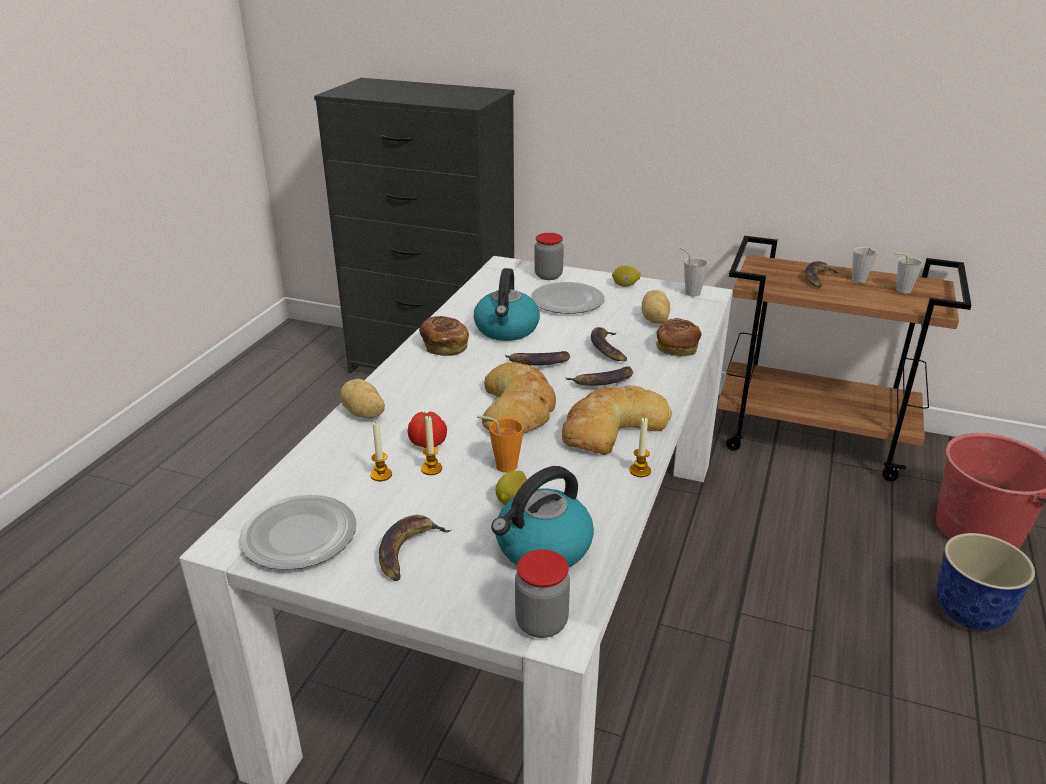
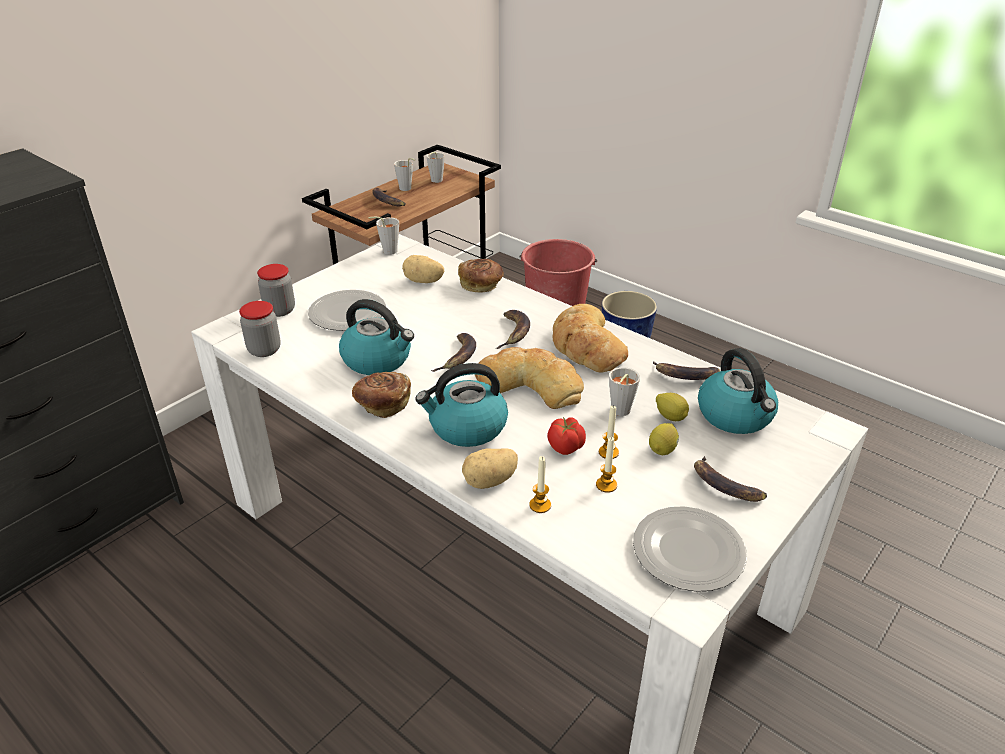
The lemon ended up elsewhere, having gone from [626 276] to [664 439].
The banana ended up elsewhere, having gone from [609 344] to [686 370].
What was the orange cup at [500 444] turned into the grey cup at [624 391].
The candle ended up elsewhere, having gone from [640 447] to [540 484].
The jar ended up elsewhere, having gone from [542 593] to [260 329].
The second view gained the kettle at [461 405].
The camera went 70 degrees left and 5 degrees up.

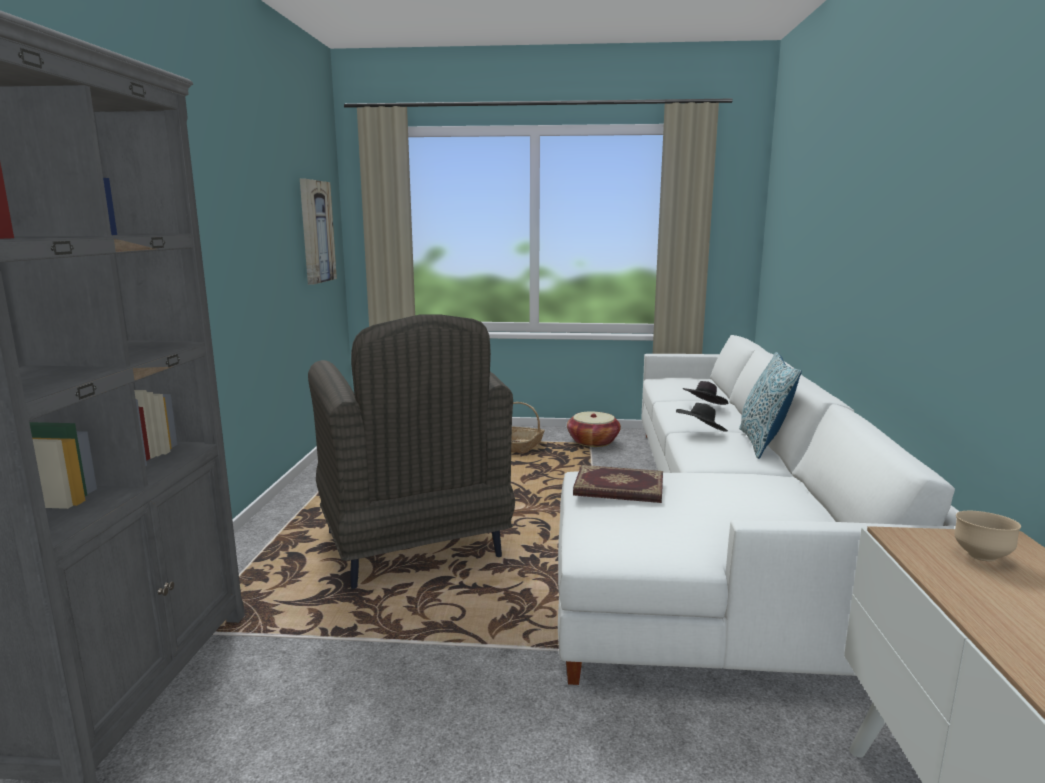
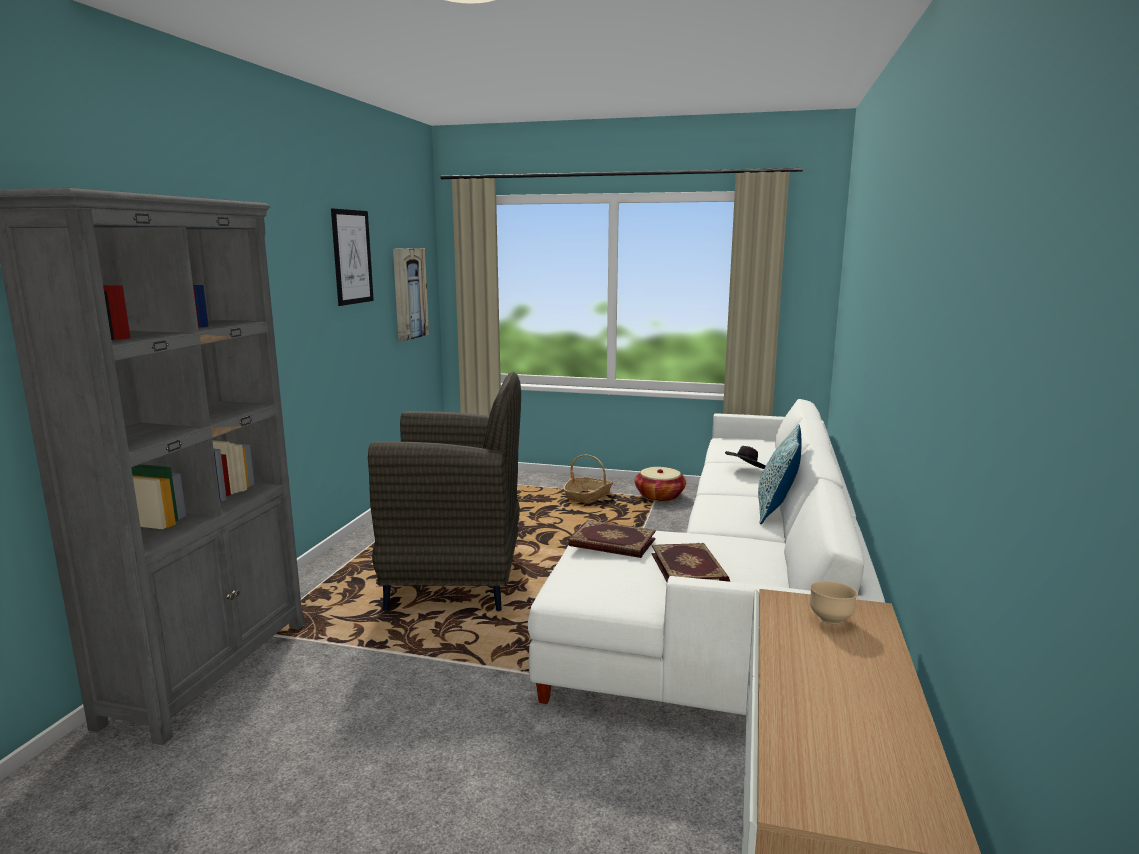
The grey armchair at [411 451] ended up facing another way, 75 degrees counterclockwise from before.
The second view lost the black hat at [702 417].
The second view gained the picture at [352 257].
The second view gained the book at [691 562].
The camera went 10 degrees right and 0 degrees up.

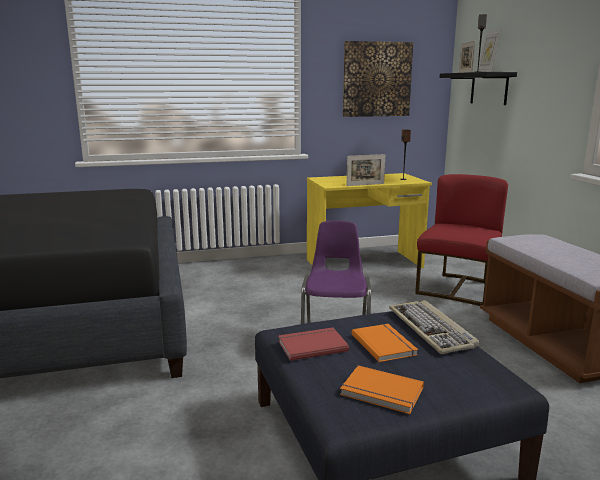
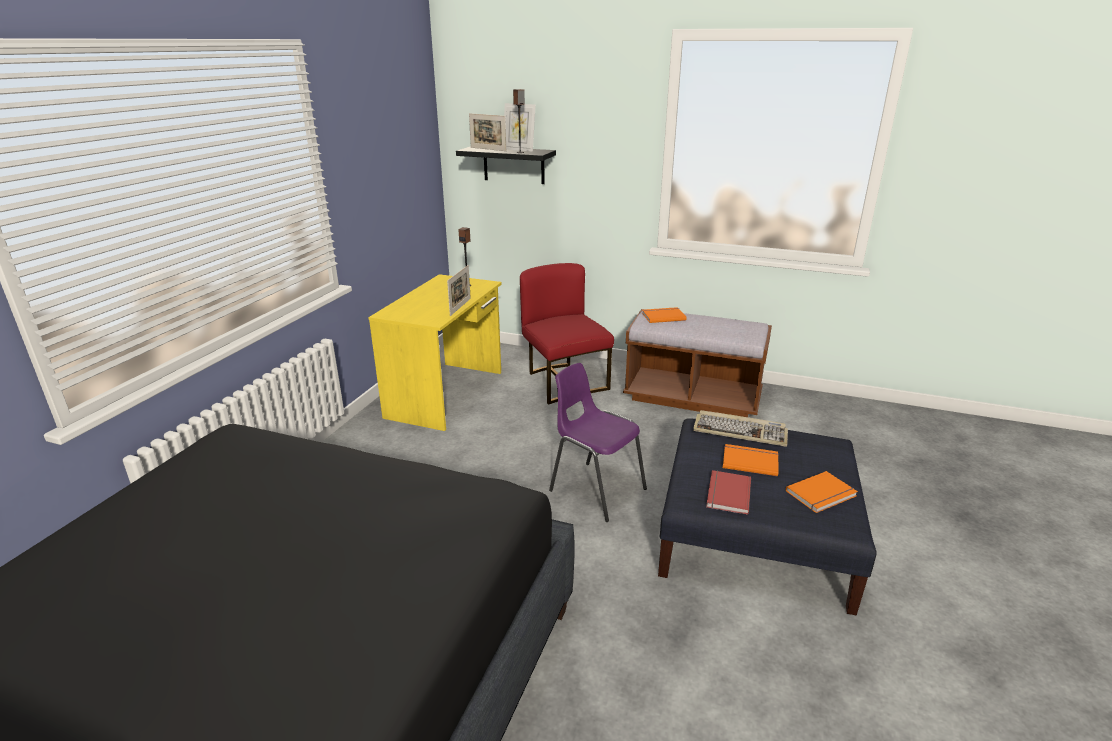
The second view lost the picture at [378 79].
The second view gained the orange book at [664 315].
The camera went 55 degrees left and 10 degrees up.

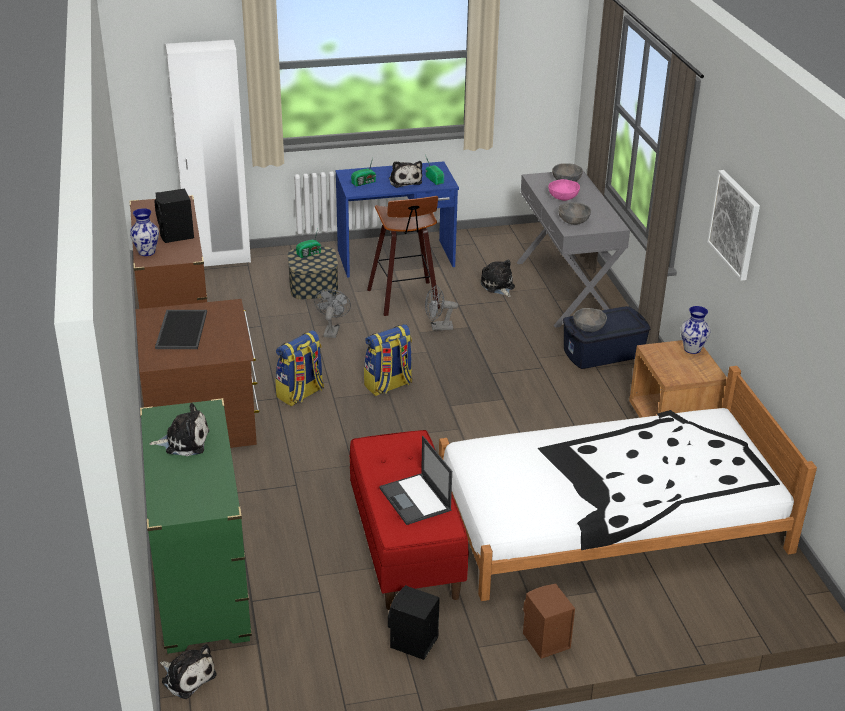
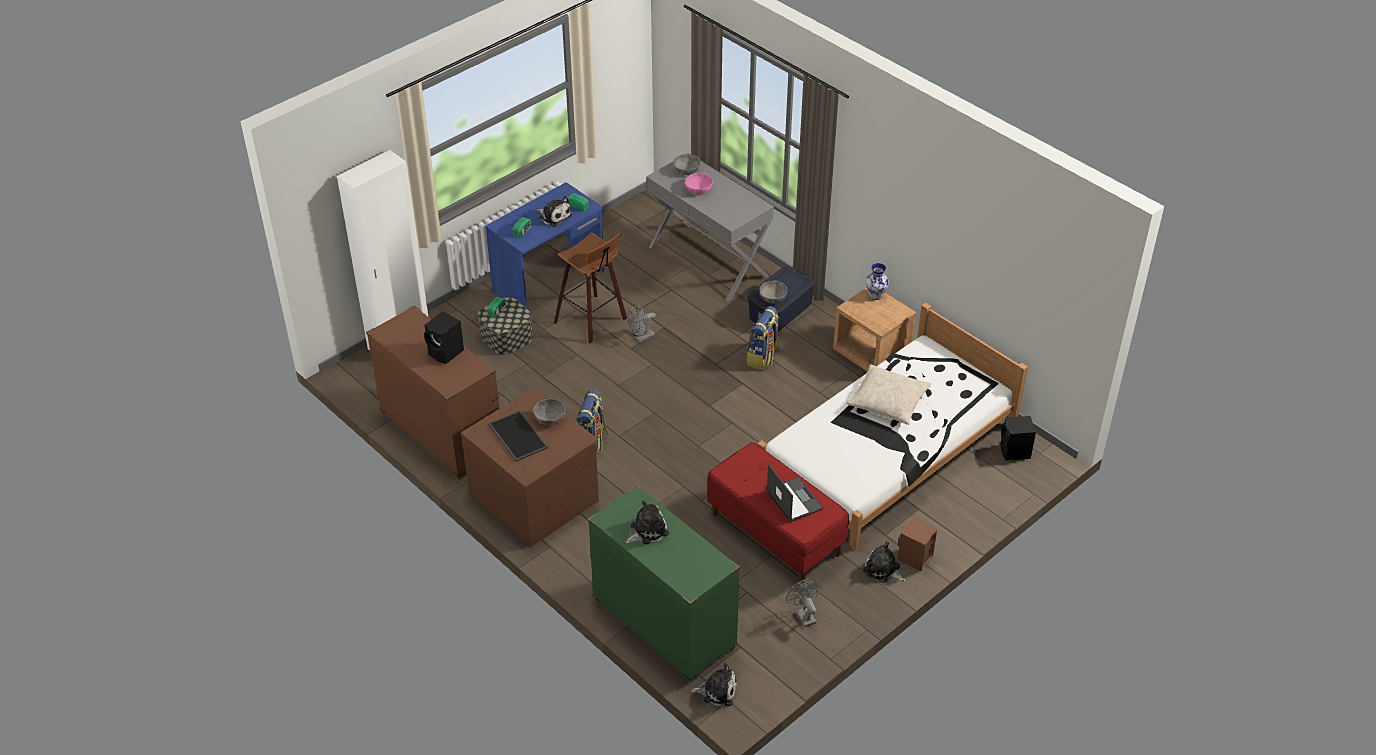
The second view lost the picture at [733 225].
The grey bowl ended up elsewhere, having gone from [574 213] to [549 412].
The second view lost the vase at [144 232].
The plush toy ended up elsewhere, having gone from [498 278] to [884 562].
The grey fan ended up elsewhere, having gone from [332 313] to [803 603].
The backpack ended up elsewhere, having gone from [388 360] to [763 338].
The laptop at [415 480] ended up facing another way, 150 degrees counterclockwise from before.
The black speaker ended up elsewhere, having gone from [414 622] to [1018 438].
The second view gained the beige pillow at [889 394].
The camera went 30 degrees left and 10 degrees up.

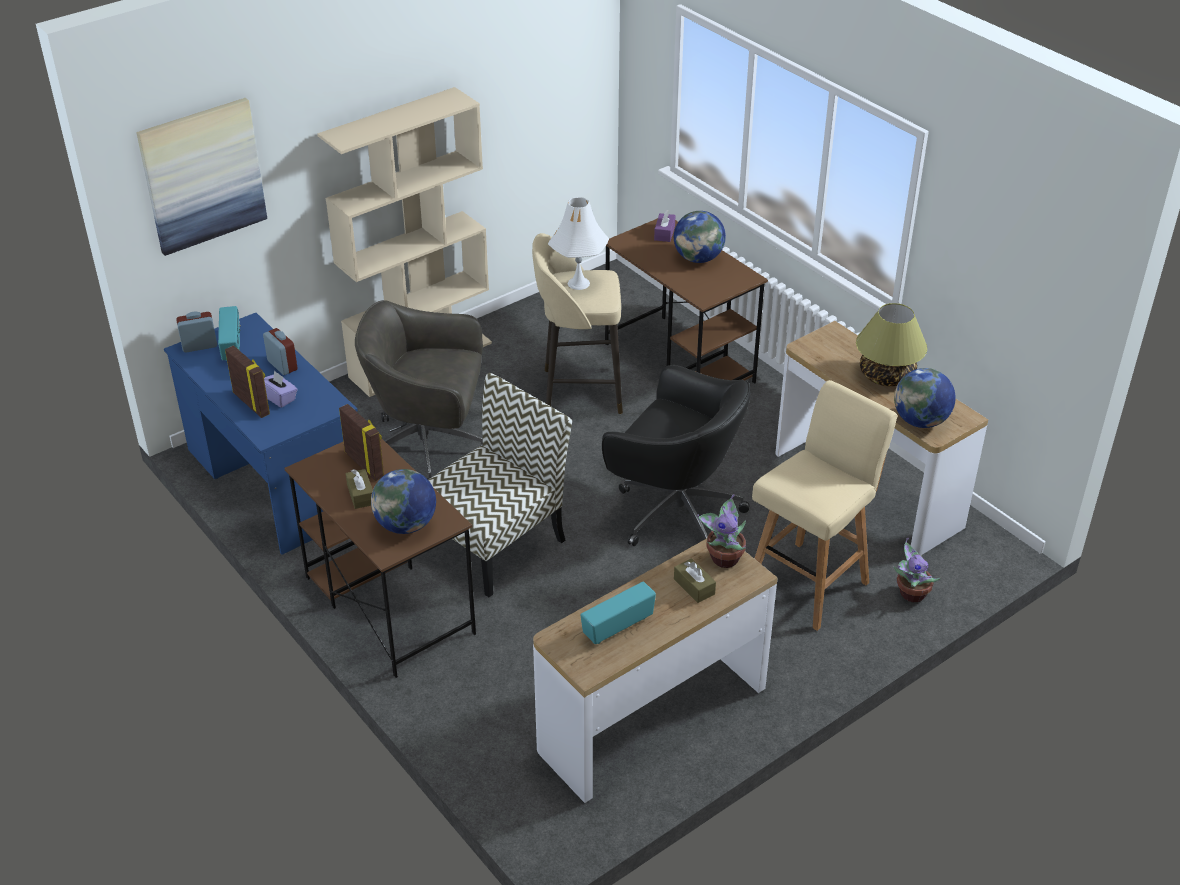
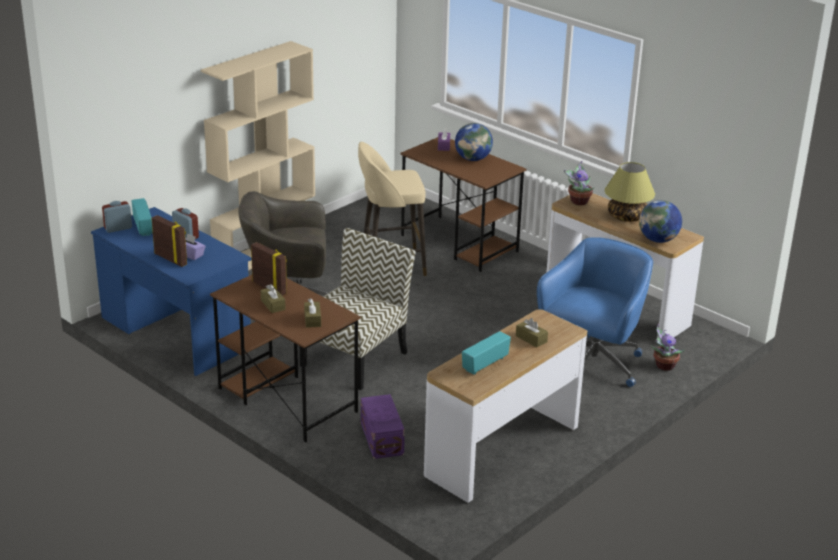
The second view lost the picture at [201 177].
The second view lost the white table lamp at [578 243].
The second view lost the black office chair at [676 455].
Where the beige stool stood at [825 505], the blue office chair came to stand at [595 312].
Where the globe stood at [403 501], the brown tissue box came to stand at [312 313].
The potted plant ended up elsewhere, having gone from [721 531] to [579 183].
The second view gained the purple storage box at [383 426].
The camera went 10 degrees left and 10 degrees down.

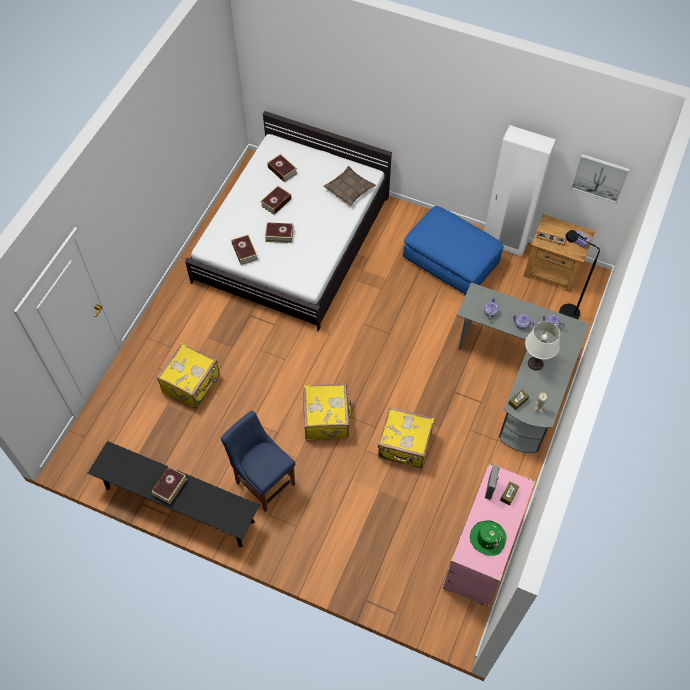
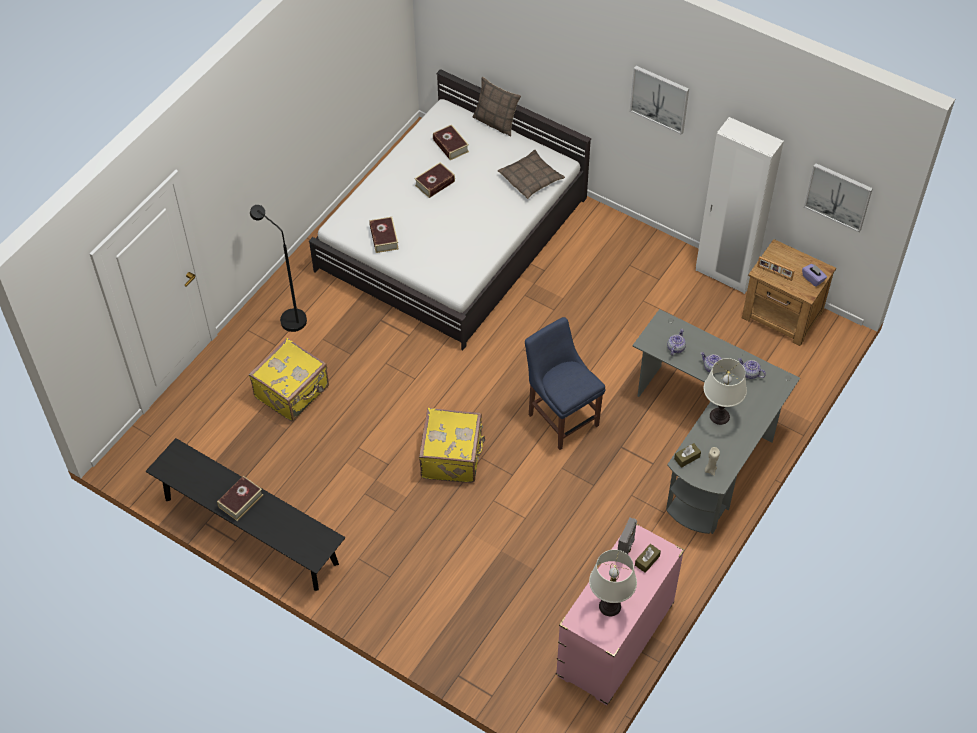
The second view lost the blue ottoman at [453 250].
The second view lost the book at [279 232].
The black floor lamp ended up elsewhere, having gone from [579 274] to [278 268].
The second view lost the yellow suitcase at [406 438].
The blue chair ended up elsewhere, having gone from [258 461] to [565 383].
Where the green hat stood at [488 538], the white table lamp came to stand at [613 583].
The second view gained the picture at [659 100].
The second view gained the pillow at [497 106].
The camera went 10 degrees right and 5 degrees down.

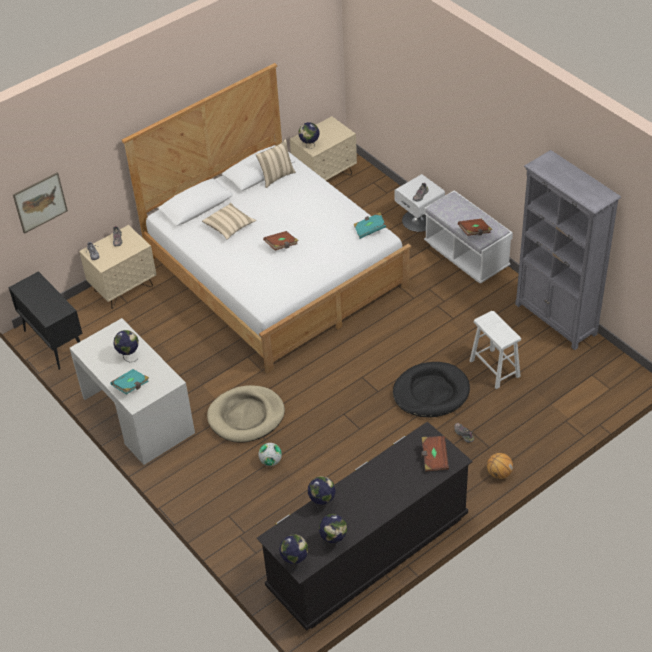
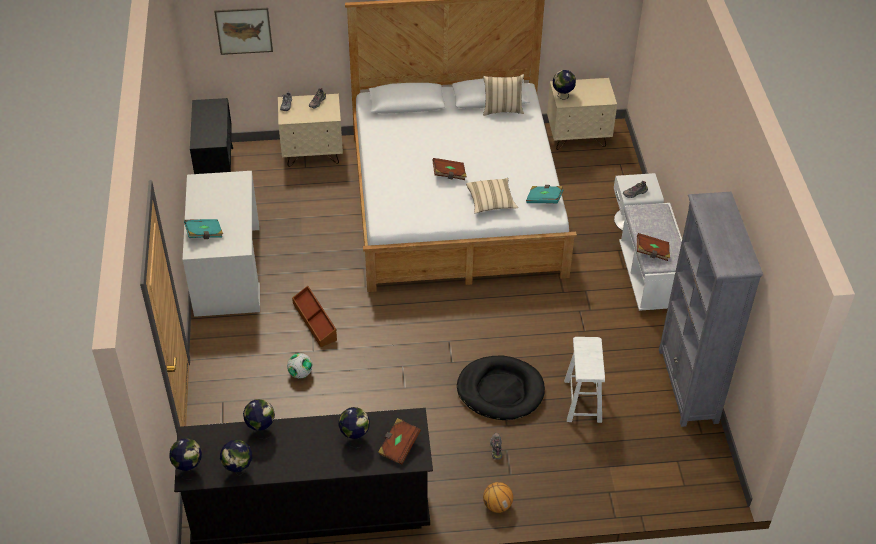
The beige pillow ended up elsewhere, having gone from [229 221] to [492 196].
The globe ended up elsewhere, having gone from [126 346] to [354 427].
Where the beige dog bed stood at [246 414], the brown storage box came to stand at [314 316].
The camera went 30 degrees right and 0 degrees up.

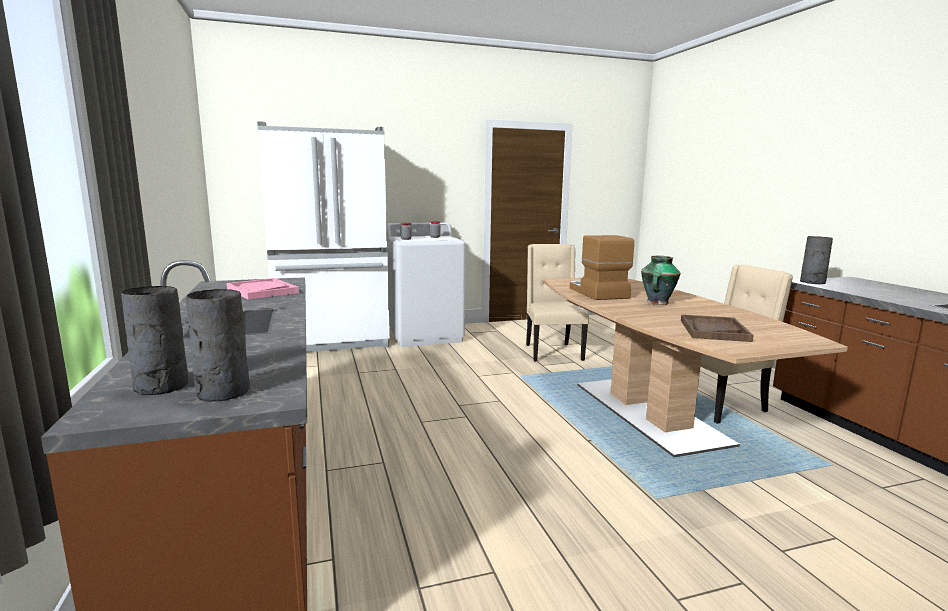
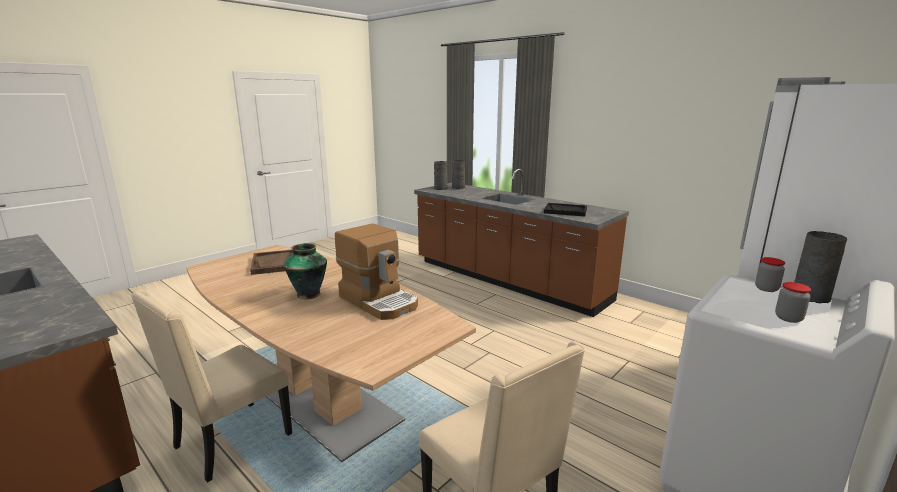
The grey vase ended up elsewhere, having gone from [816 260] to [820 267].
What was the pink tray at [263 289] turned into the black tray at [565 209].
The camera went 150 degrees right and 5 degrees up.

